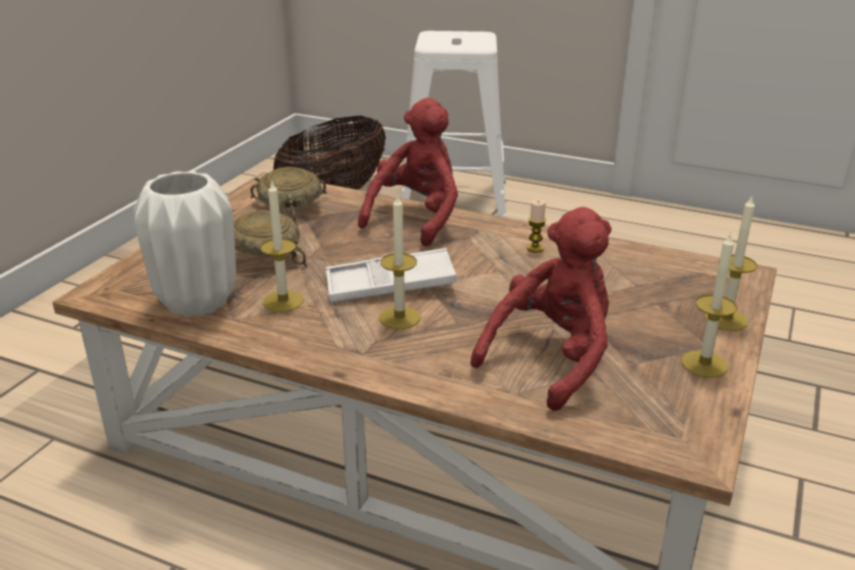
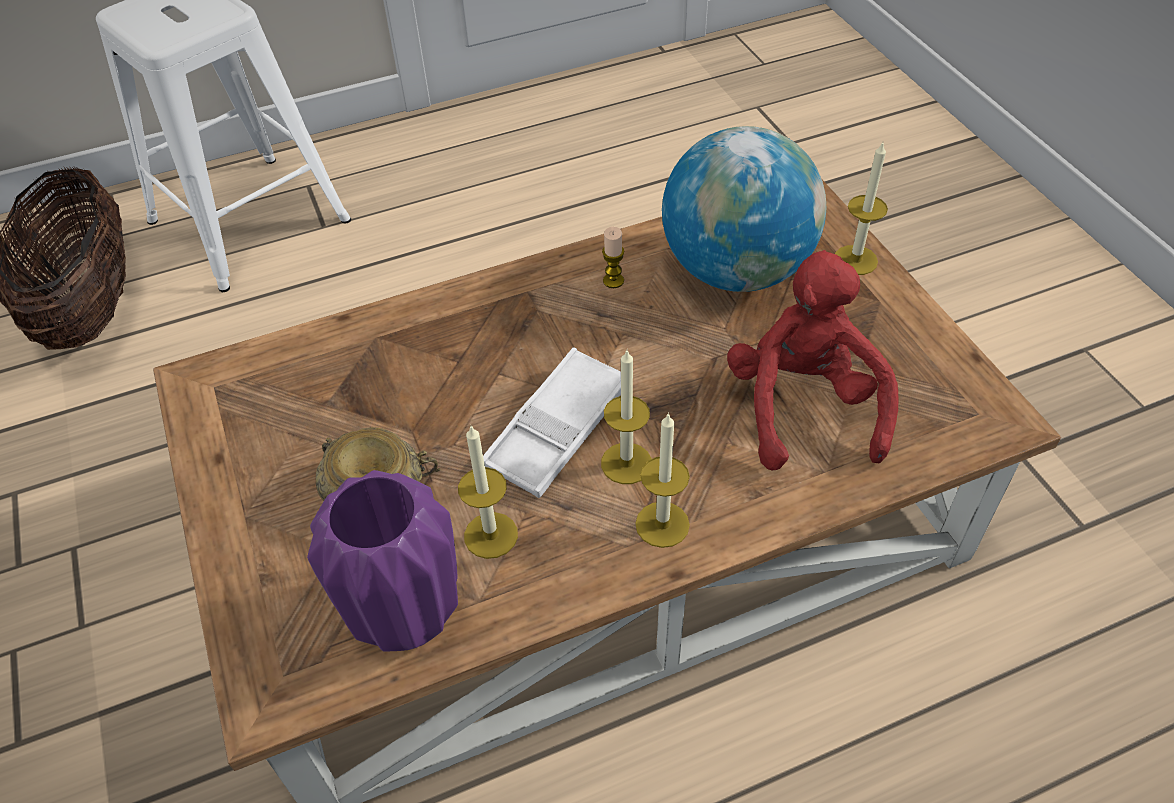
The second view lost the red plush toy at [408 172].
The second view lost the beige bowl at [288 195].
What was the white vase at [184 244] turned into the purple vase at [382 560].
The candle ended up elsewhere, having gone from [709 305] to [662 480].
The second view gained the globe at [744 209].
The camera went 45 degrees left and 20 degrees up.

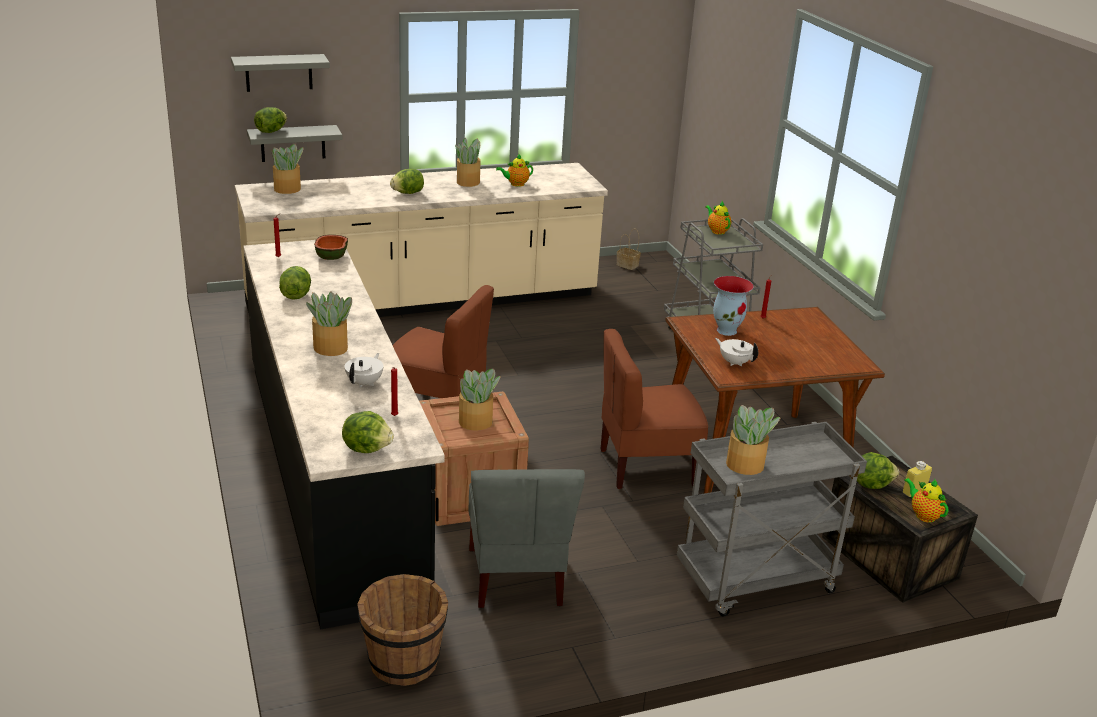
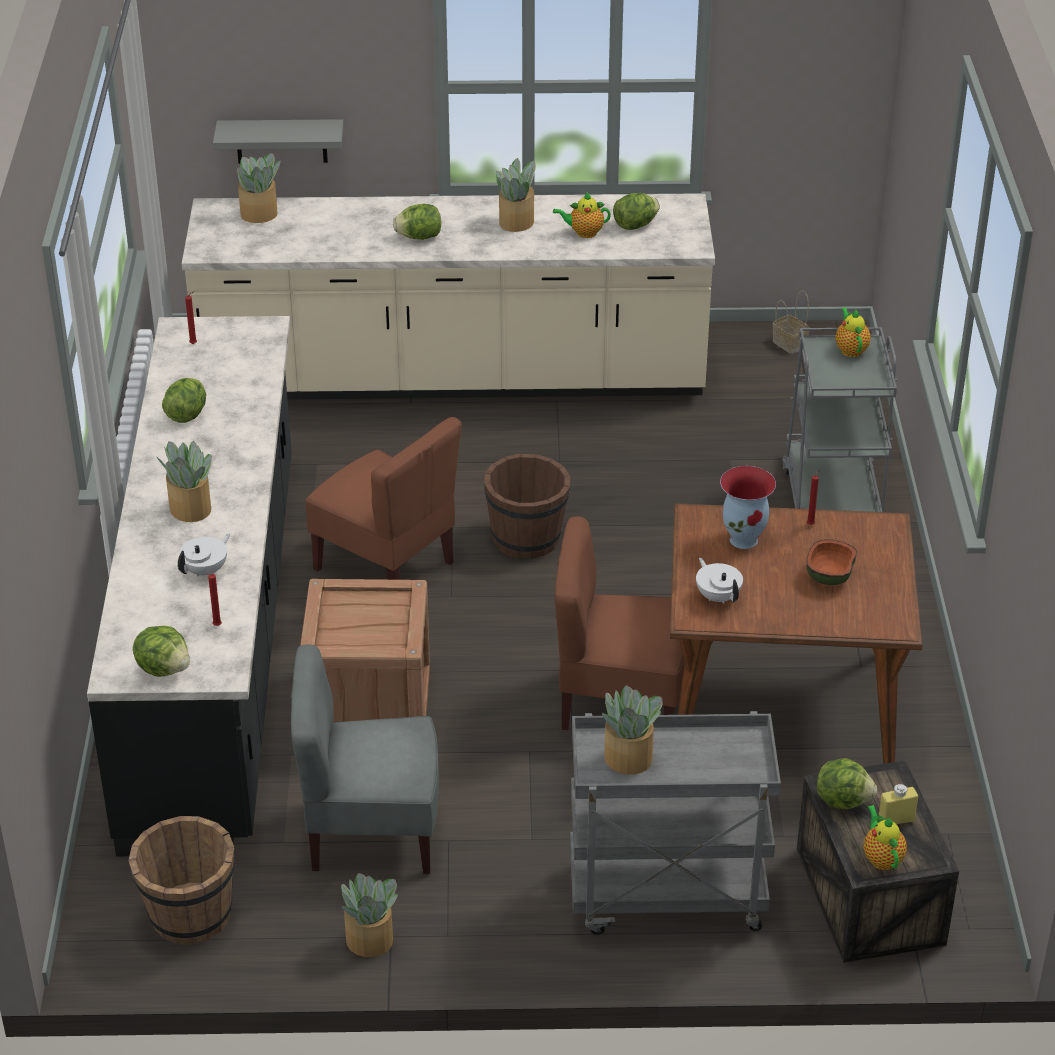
The second view lost the grey shelf at [280 73].
The lettuce ended up elsewhere, having gone from [270 120] to [636 211].
The bowl ended up elsewhere, having gone from [331 247] to [832 562].
The potted plant ended up elsewhere, having gone from [480 400] to [369 915].
The grey chair at [527 538] ended up facing another way, 75 degrees clockwise from before.
The second view gained the brown bucket at [527 506].
The camera went 20 degrees right and 10 degrees up.

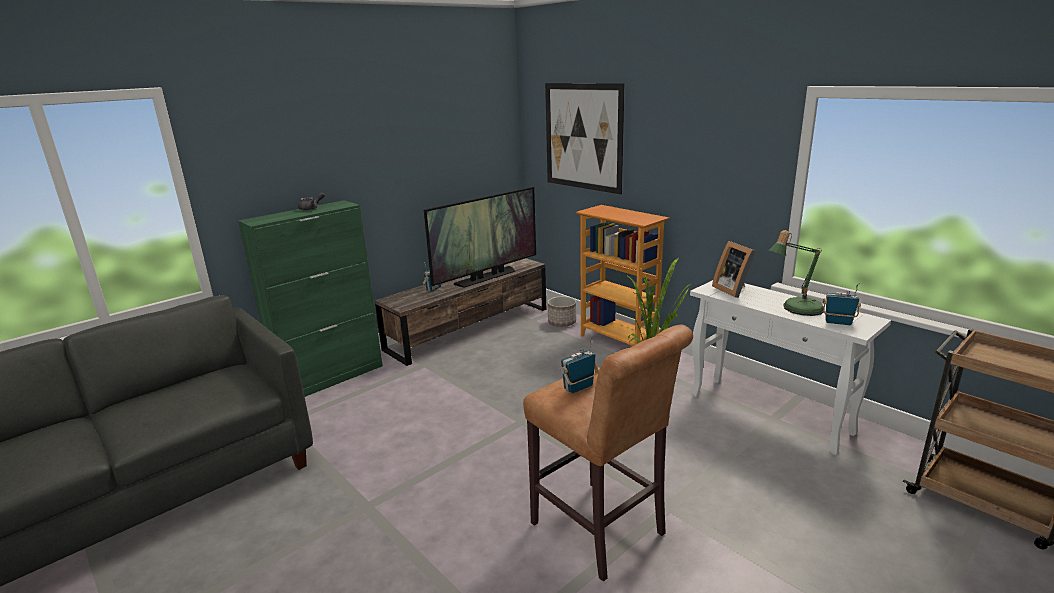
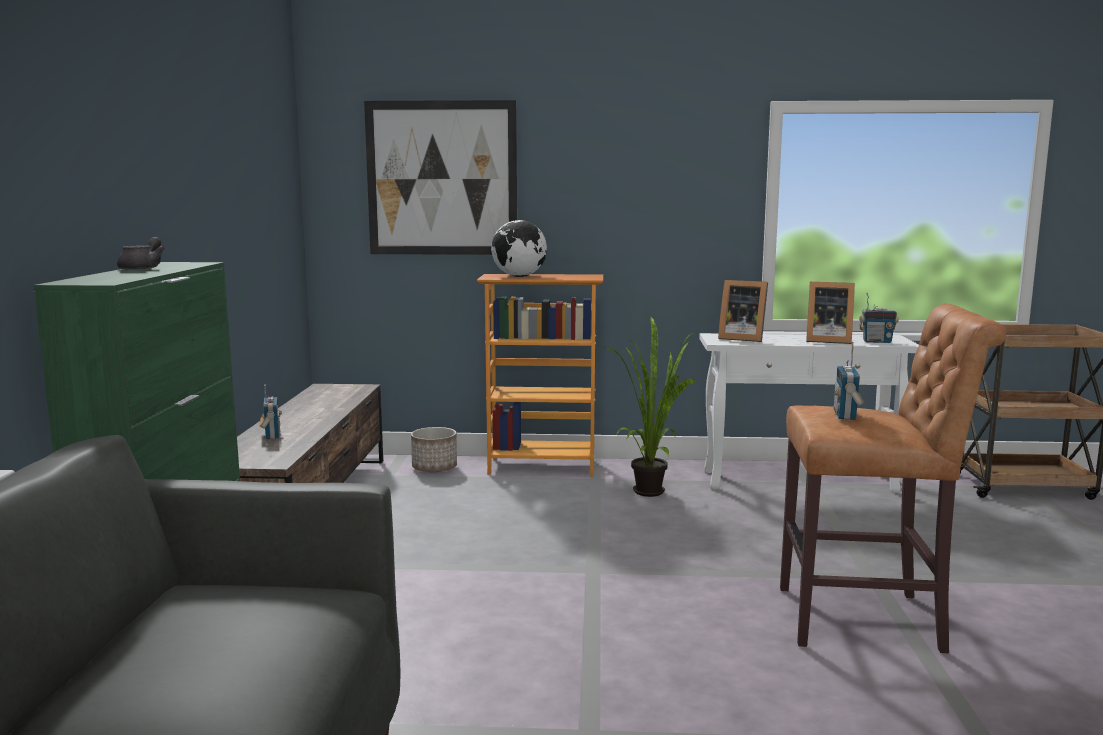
The second view lost the television at [480 237].
Where the table lamp stood at [796 273], the picture frame came to stand at [830 313].
The radio at [842 304] ended up facing another way, 150 degrees counterclockwise from before.
The second view gained the globe at [519 248].
The camera went 45 degrees left and 10 degrees down.

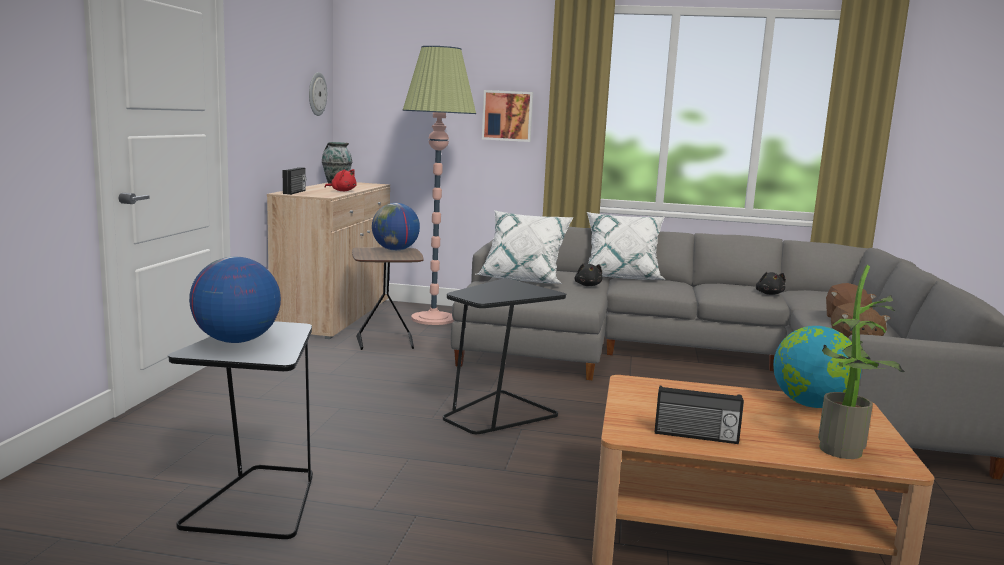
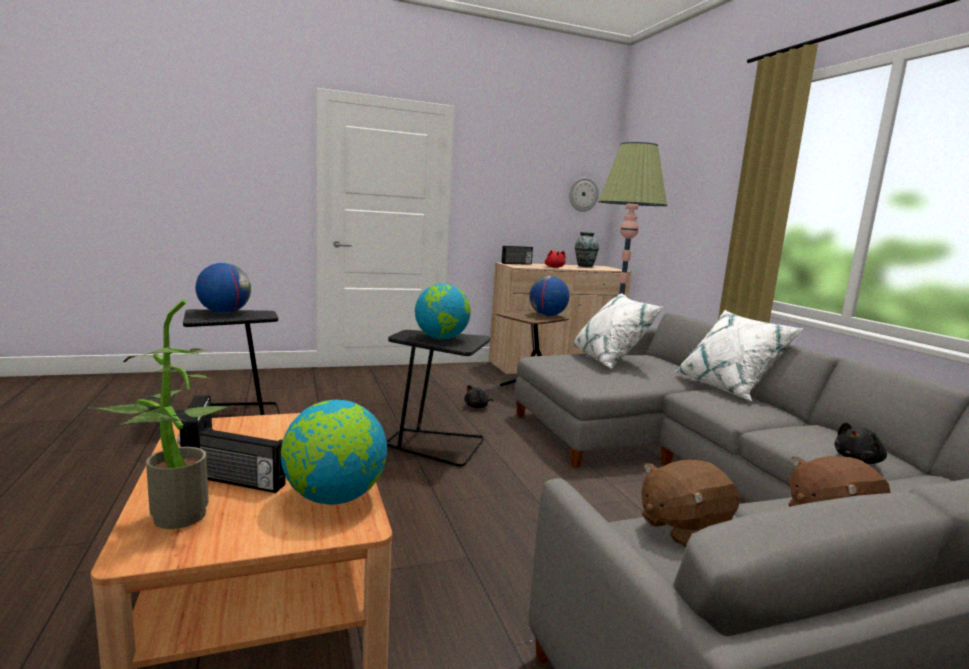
The second view lost the picture at [507 116].
The black plush toy ended up elsewhere, having gone from [588 274] to [478 396].
The second view gained the globe at [443 311].
The second view gained the radio at [241 460].
The camera went 60 degrees right and 0 degrees up.

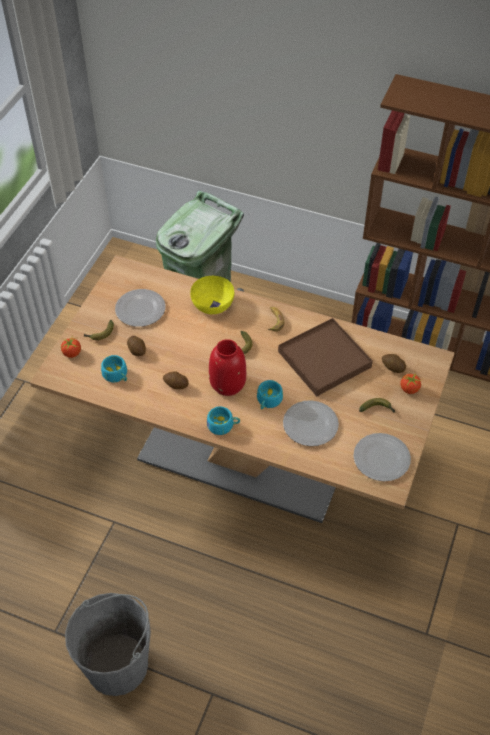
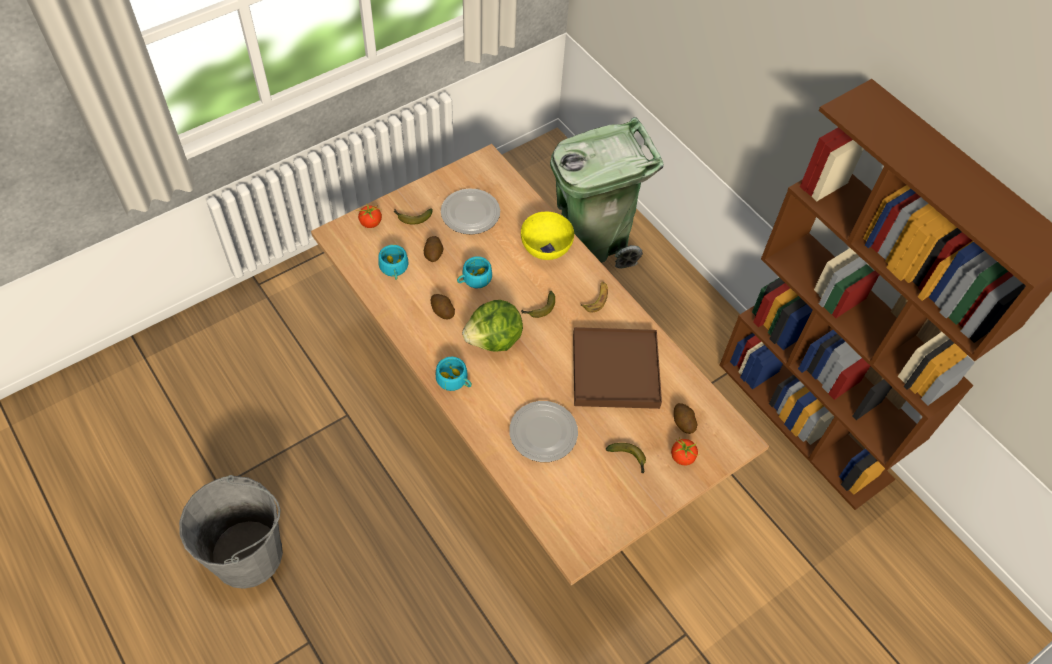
Where the red vase stood at [227 367], the lettuce came to stand at [492 326].
The turquoise cup ended up elsewhere, having gone from [270 394] to [474 272].
The second view lost the plate at [382 457].
The camera went 30 degrees right and 5 degrees up.

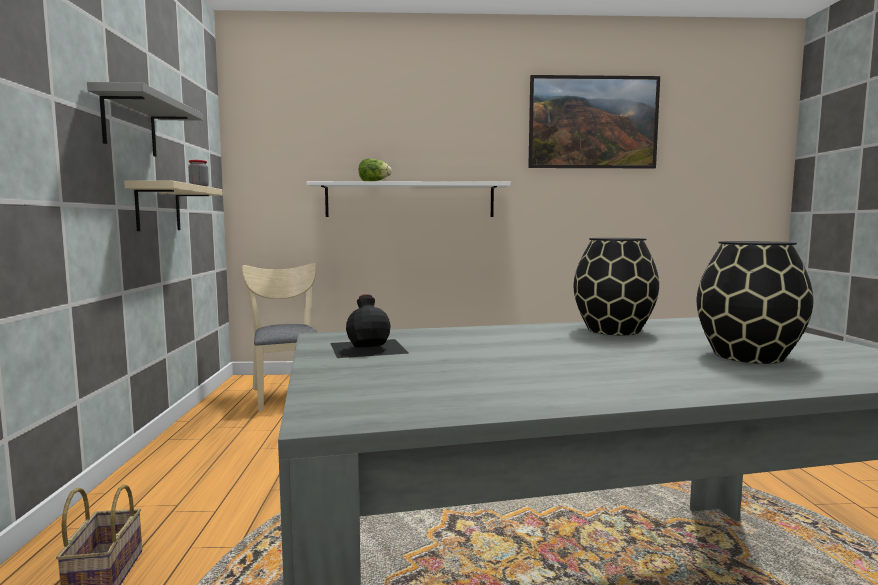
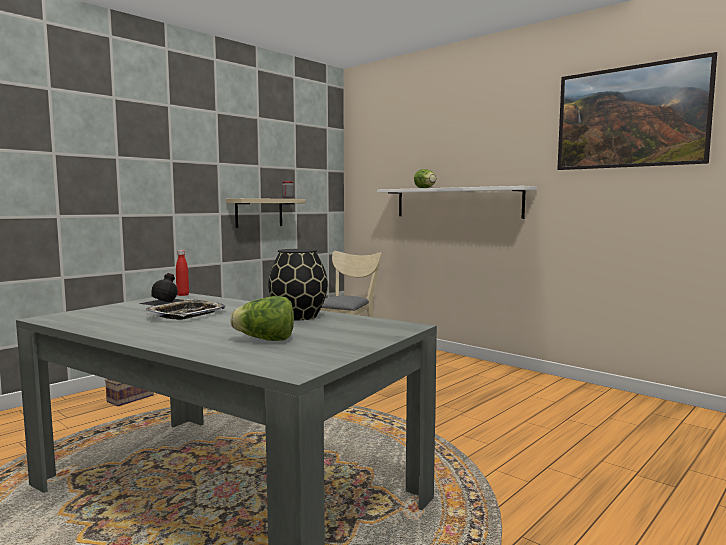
The second view lost the grey shelf at [145 119].
Where the black vase stood at [755 302], the lettuce came to stand at [262 318].
The second view gained the red bottle at [182 273].
The second view gained the tray at [185 309].
The camera went 45 degrees right and 0 degrees up.

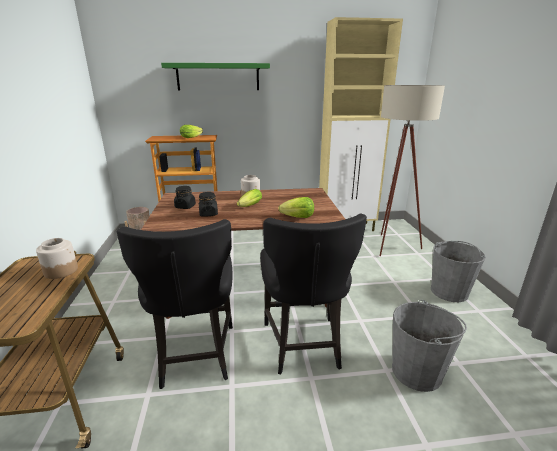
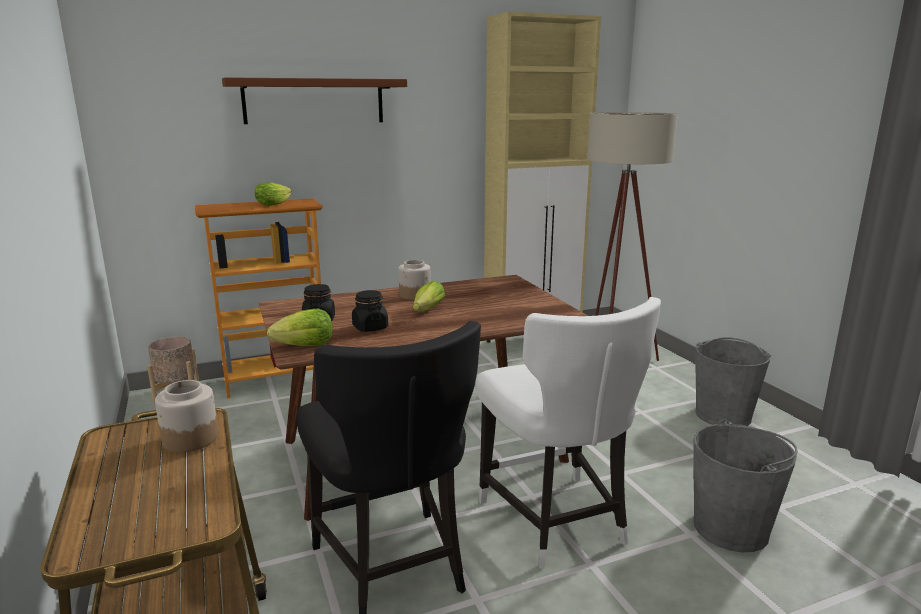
What was the green shelf at [215 77] turned into the brown shelf at [314 100].
The lettuce ended up elsewhere, having gone from [296 207] to [300 327].
What was the black chair at [313 293] turned into the white chair at [568 433].
The camera went 15 degrees left and 5 degrees down.

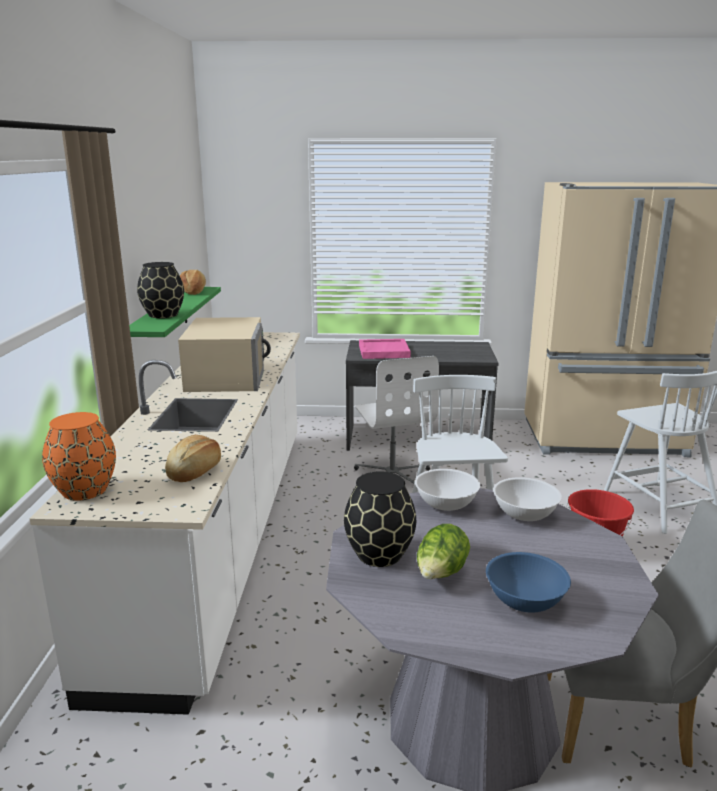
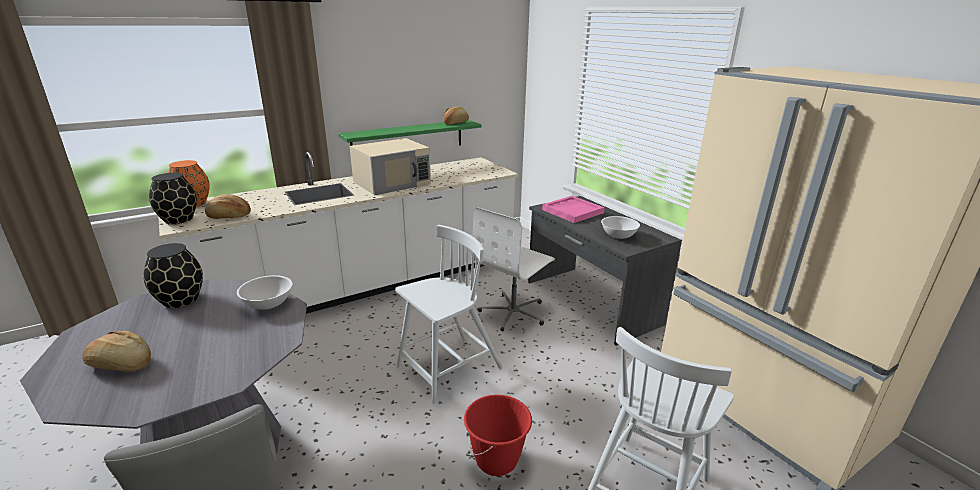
The black vase ended up elsewhere, having gone from [160 290] to [173 198].
The white bowl ended up elsewhere, having gone from [527 499] to [620 227].
The second view lost the lettuce at [443 551].
Where the blue bowl stood at [528 582], the bread came to stand at [117 351].
The camera went 55 degrees right and 5 degrees up.

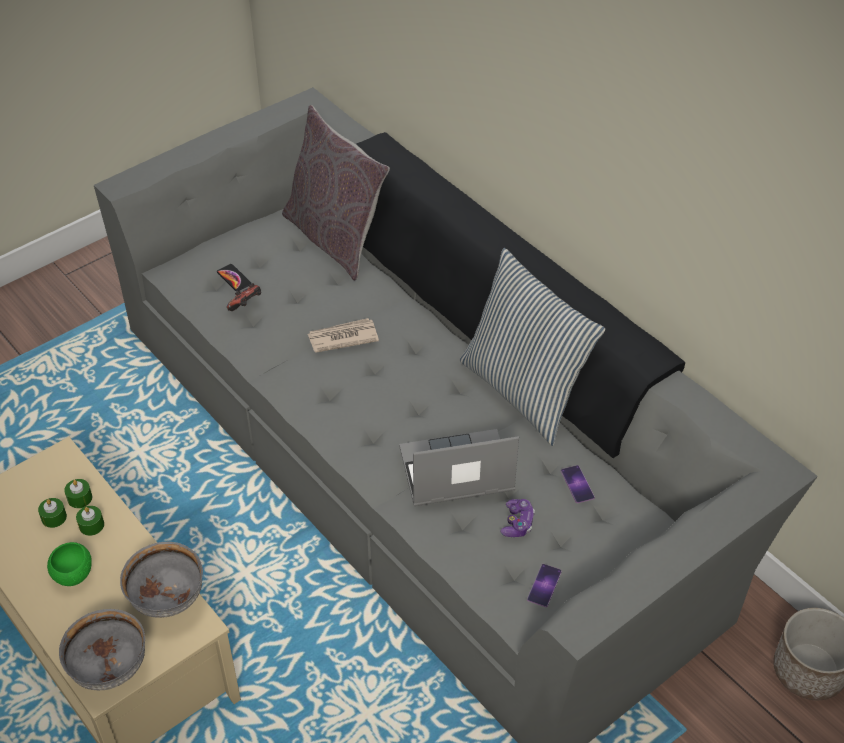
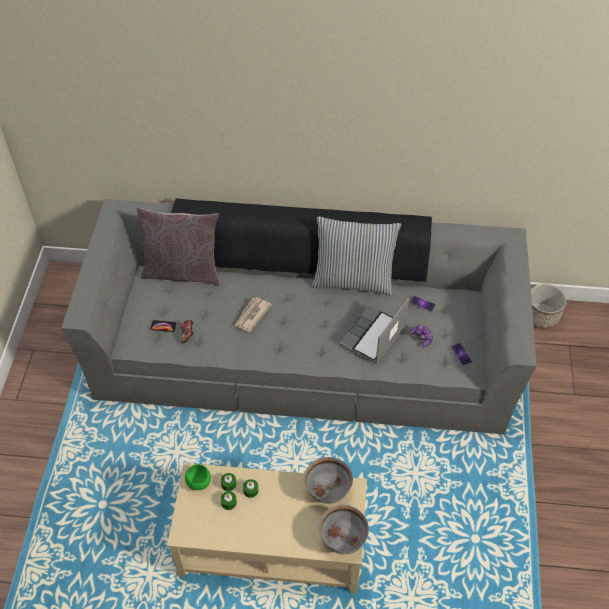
The green bowl ended up elsewhere, having gone from [69 564] to [198 477].
The camera went 45 degrees left and 5 degrees up.

